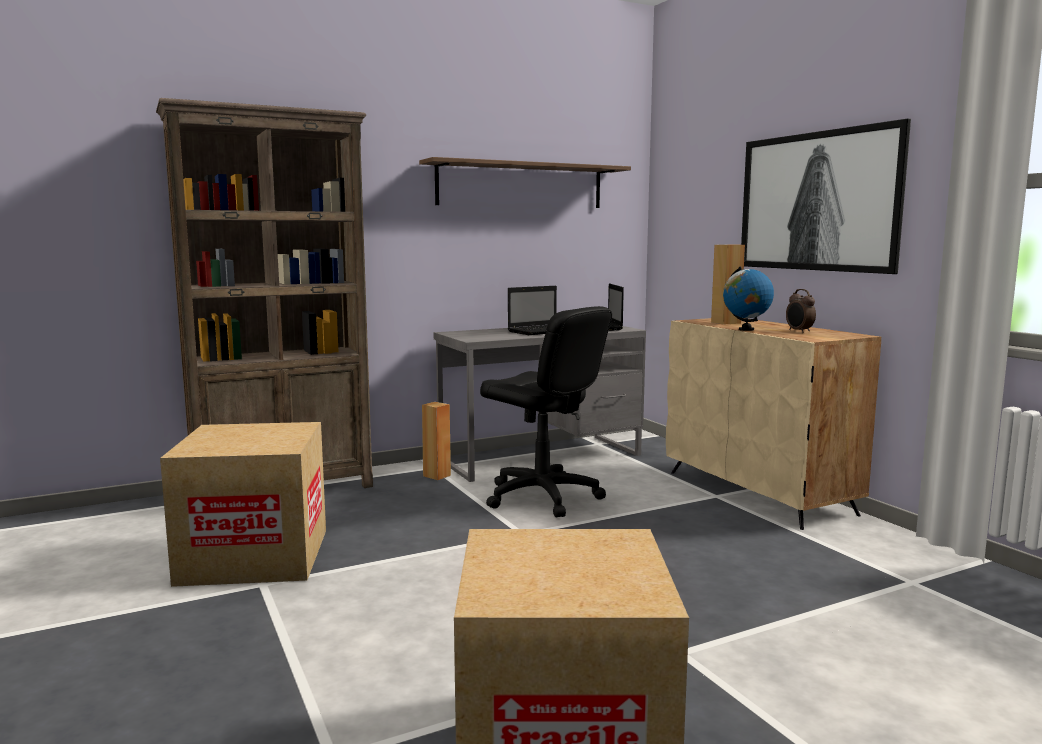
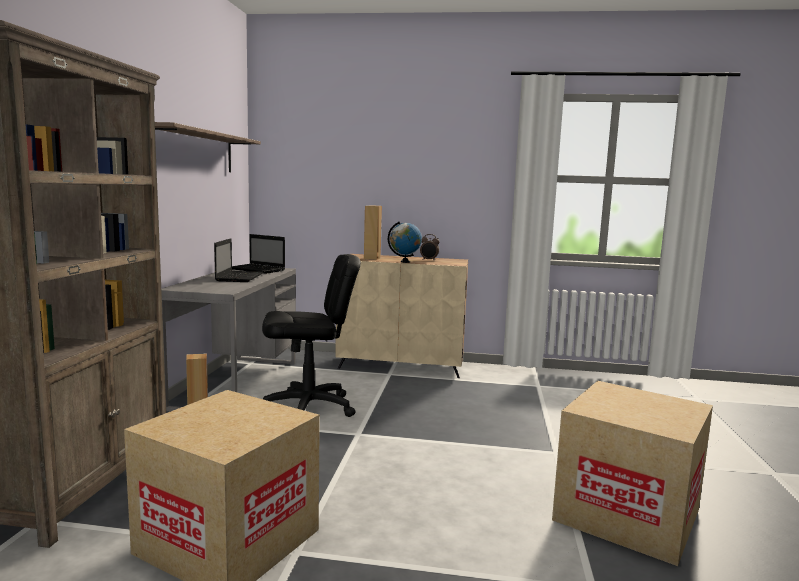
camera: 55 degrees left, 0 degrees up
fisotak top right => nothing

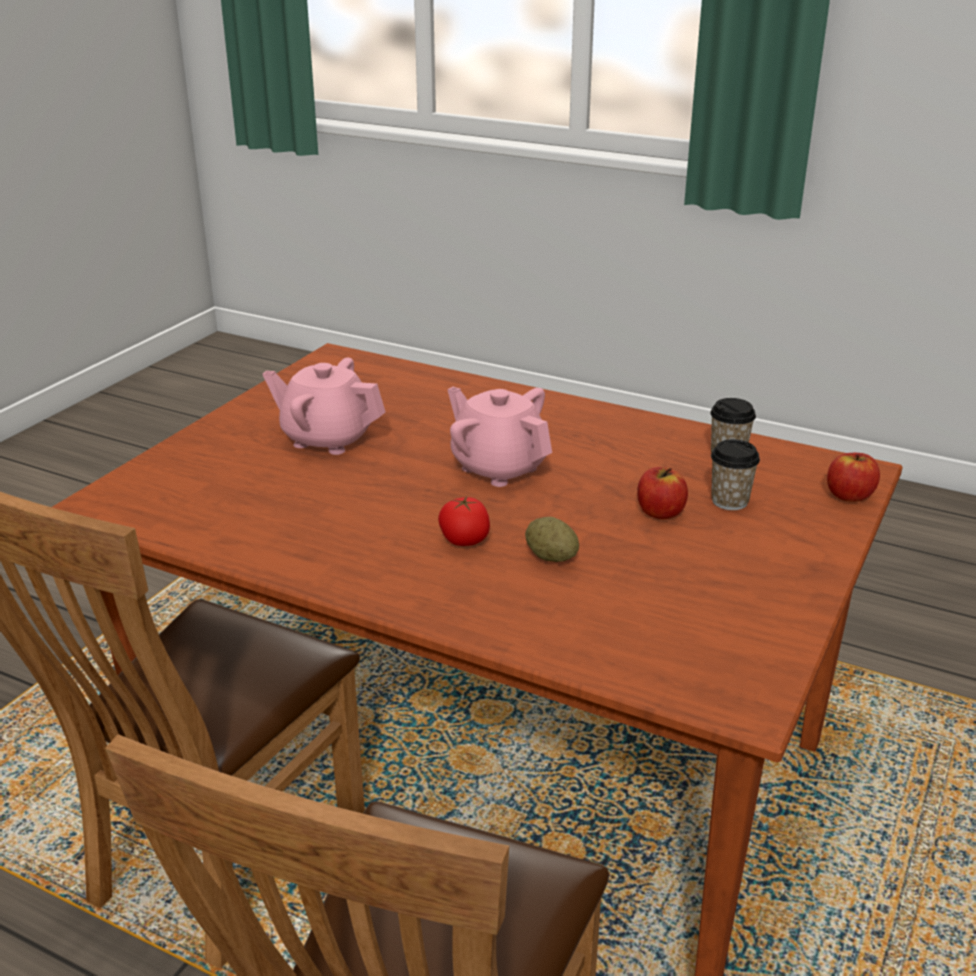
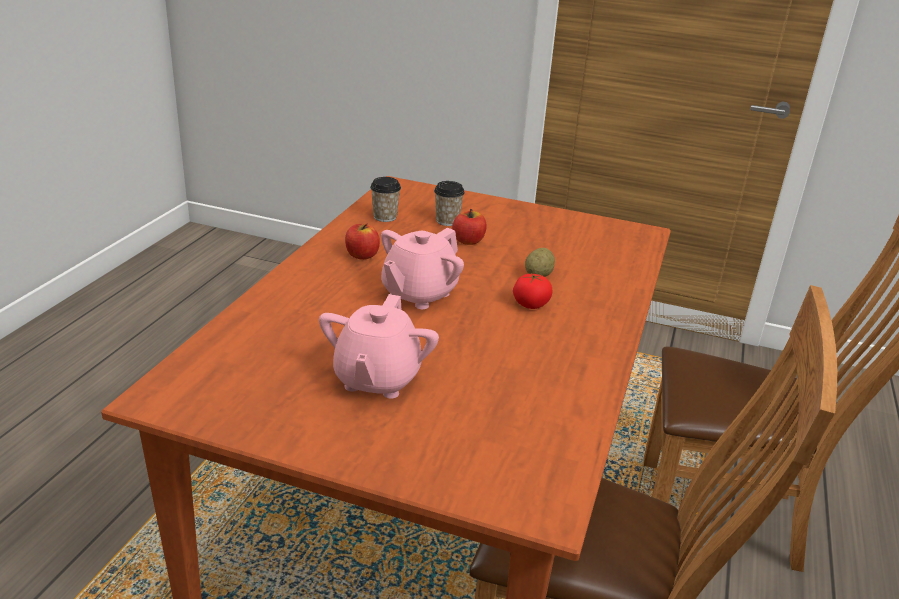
camera: 100 degrees left, 0 degrees up
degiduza (no. 2 from left in the first image) middle right => degiduza (no. 1 from left) centre, shifted

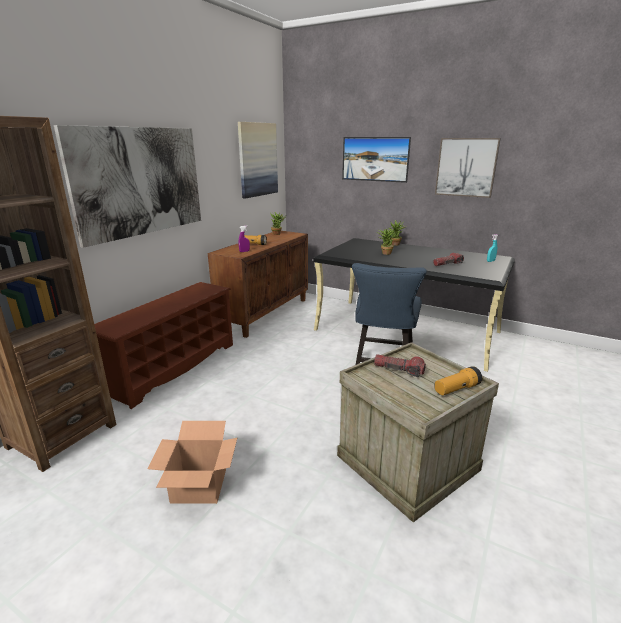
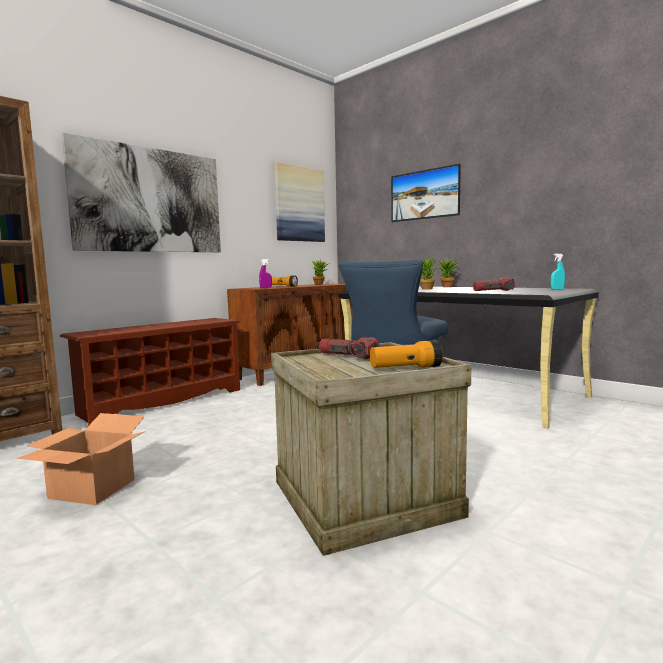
camera: 15 degrees right, 15 degrees down
fisotak (no. 4 from left) top right => nothing

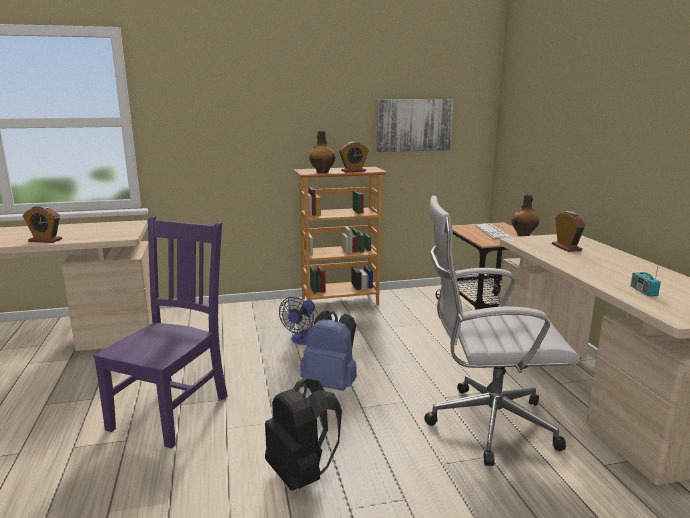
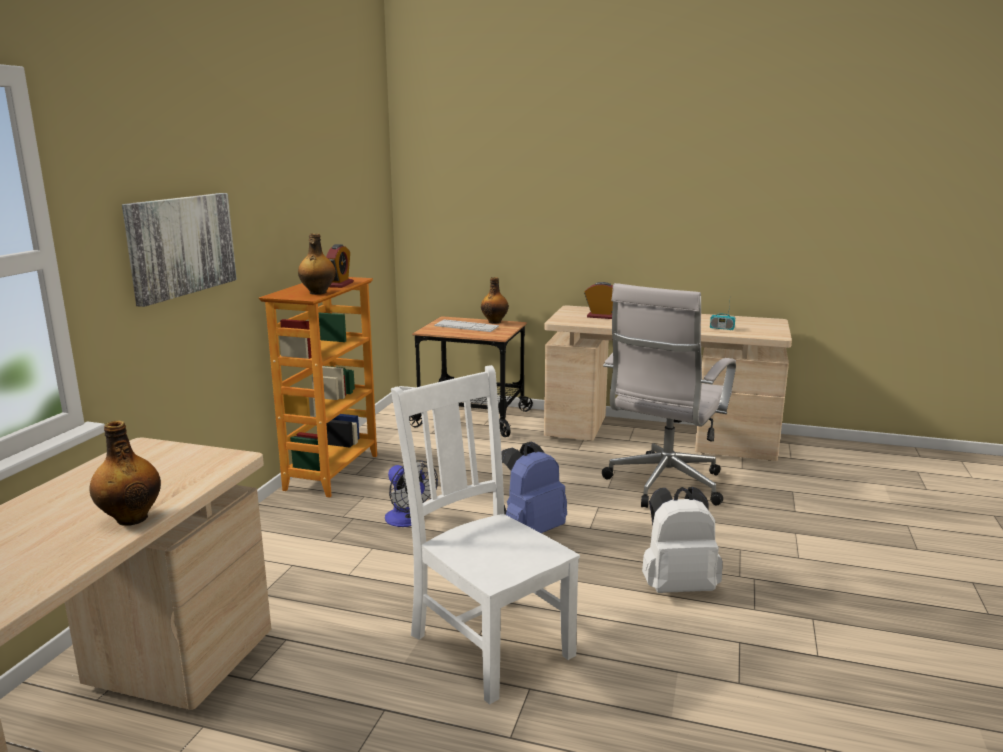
camera: 60 degrees left, 0 degrees up
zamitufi (no. 1 from left) middle left => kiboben (no. 1 from left) middle left
fisotak top centre => fisotak top left, shifted
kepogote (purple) middle left => kepogote (white) bottom centre
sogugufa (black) bottom centre => sogugufa (white) bottom right

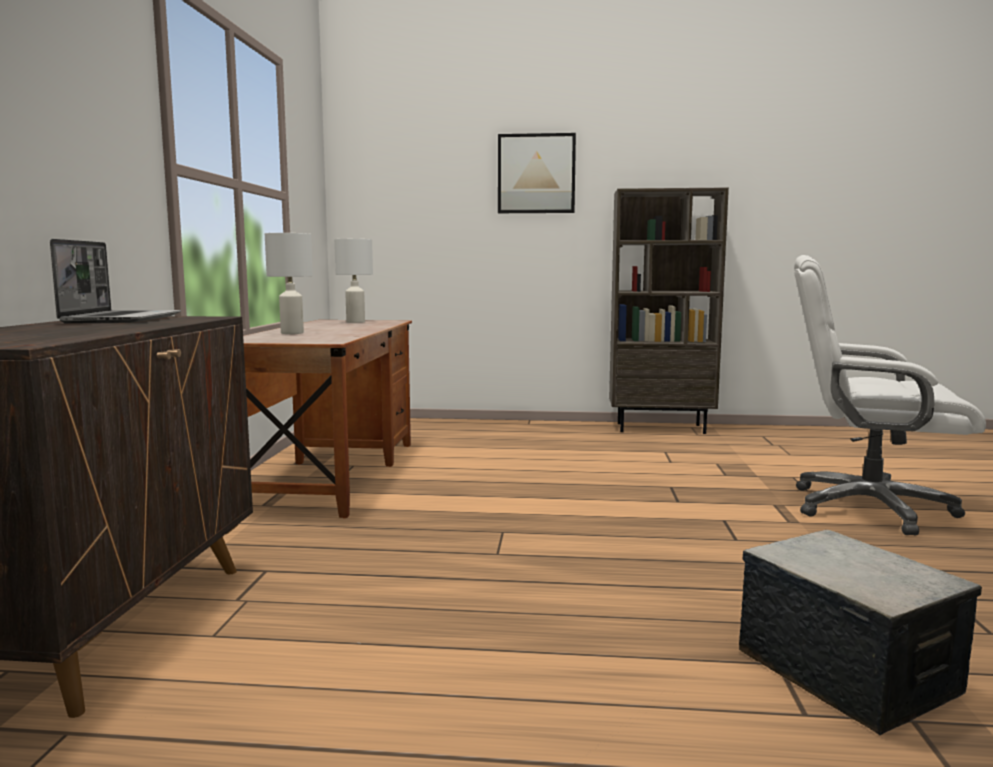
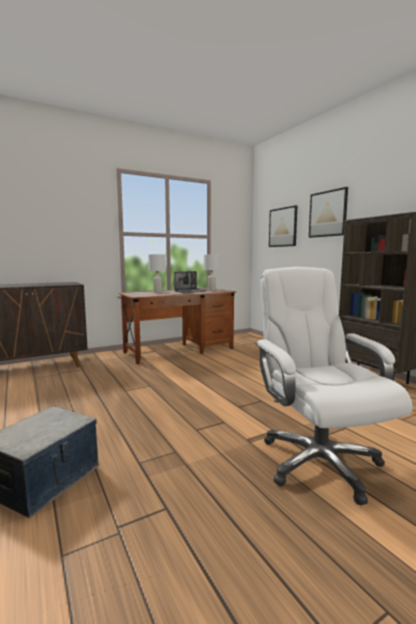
camera: 55 degrees right, 0 degrees up
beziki middle left => beziki centre, shifted
nothing => fisotak (no. 1 from left) middle right

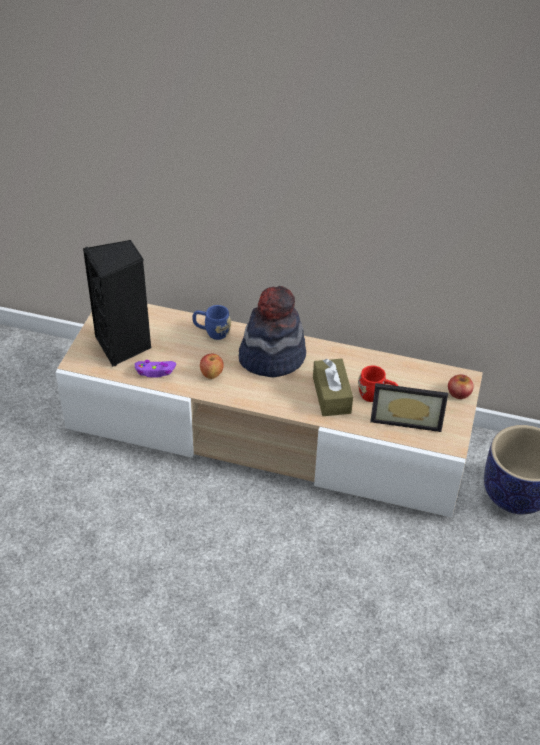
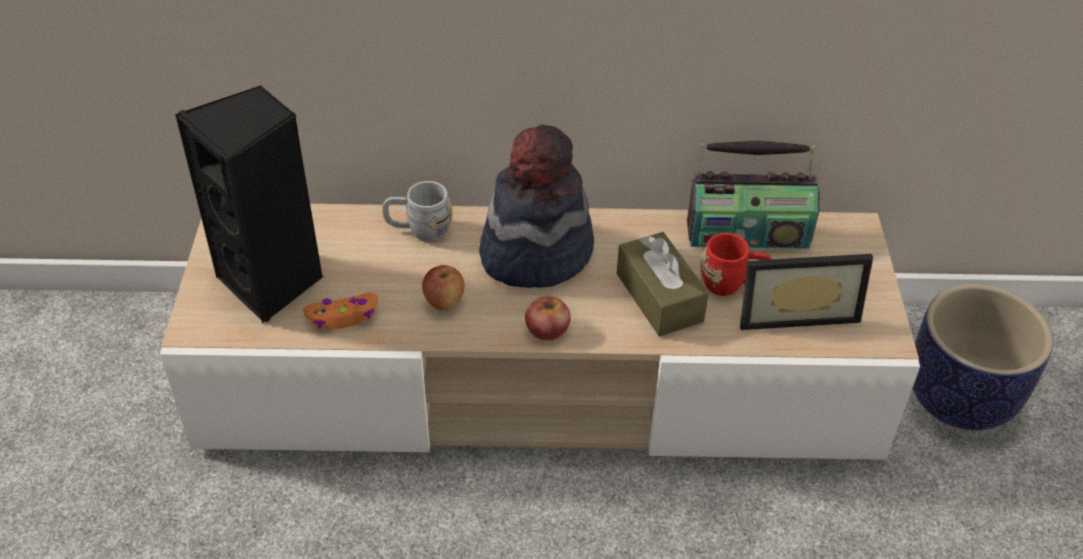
camera: 15 degrees left, 0 degrees up
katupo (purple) middle left => katupo (orange) middle left
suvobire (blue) centre => suvobire (grey) centre
degiduza (no. 2 from left) middle right => degiduza (no. 2 from left) centre, shifted
nothing => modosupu middle right

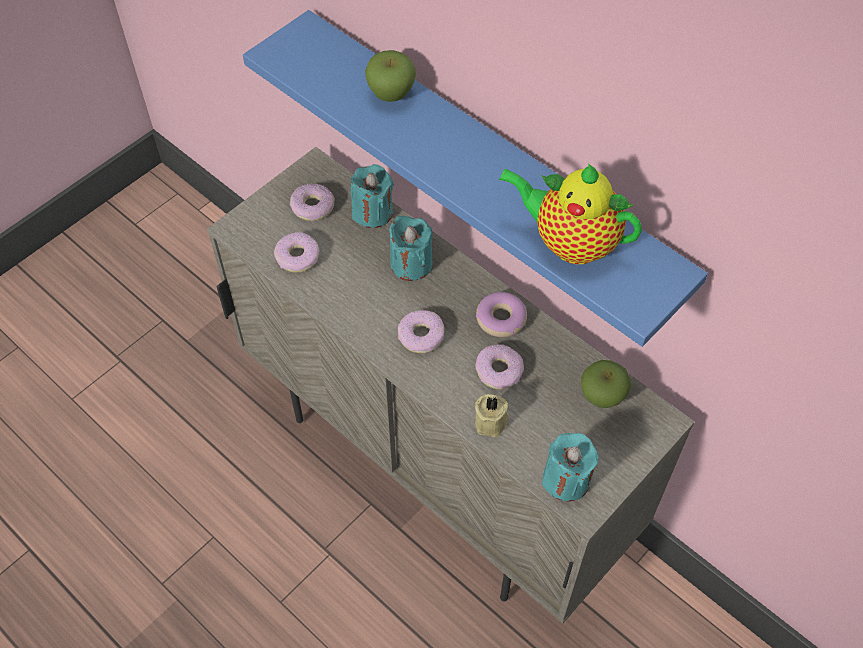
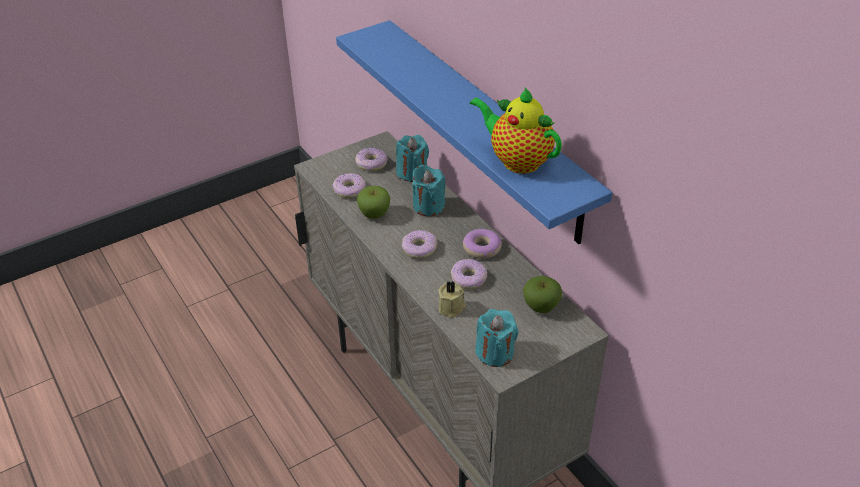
camera: 15 degrees right, 15 degrees down
degiduza (no. 1 from left) top centre => degiduza (no. 1 from left) centre, shifted

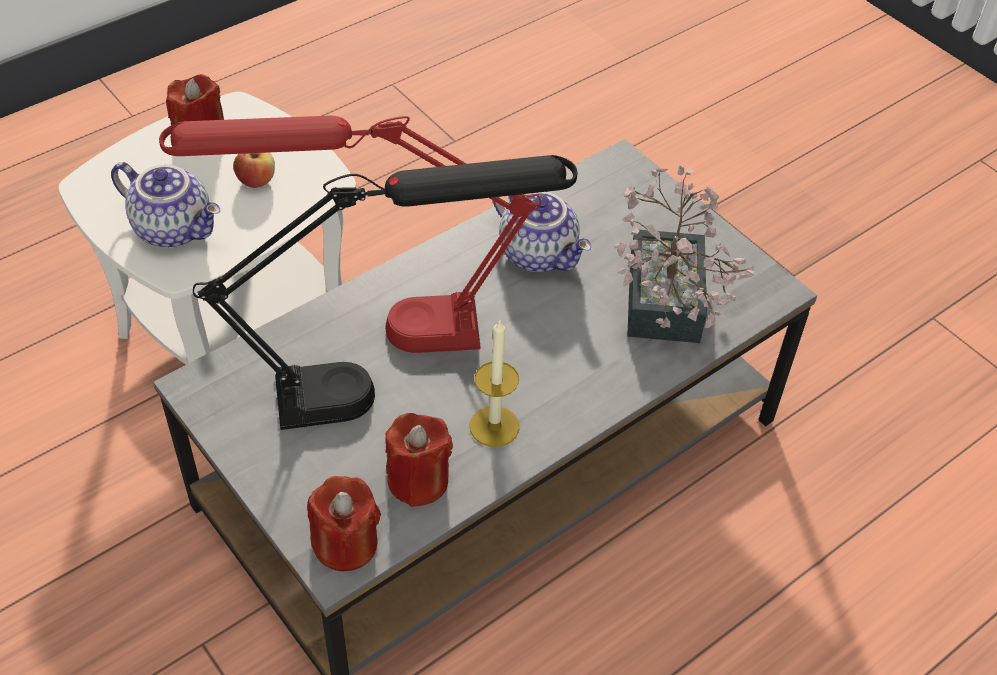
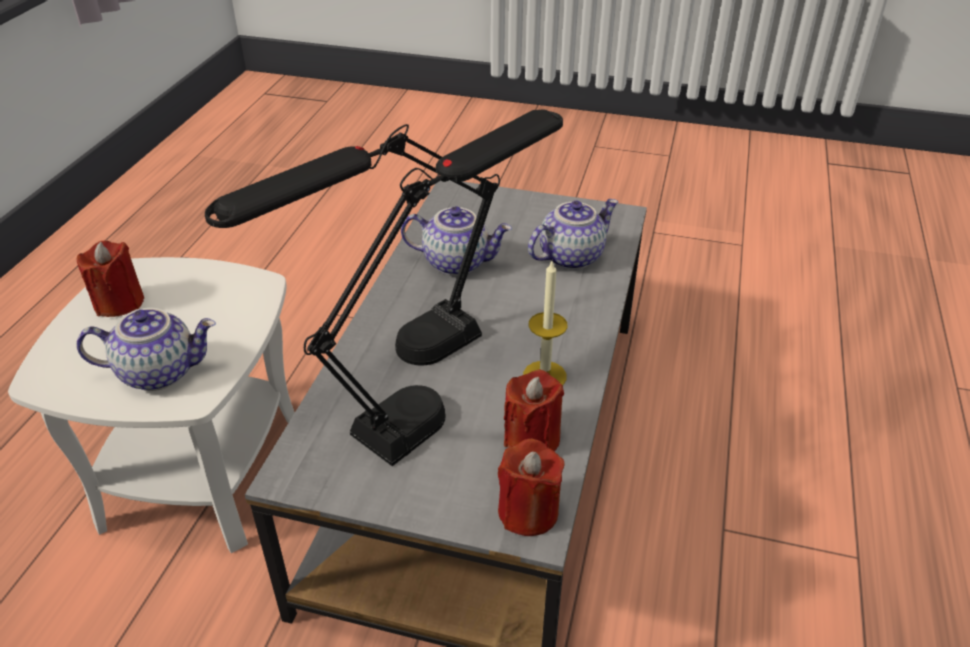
camera: 35 degrees left, 10 degrees down
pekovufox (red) centre => pekovufox (black) (no. 1 from left) centre
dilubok middle right => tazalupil (no. 3 from left) centre
degiduza top left => nothing

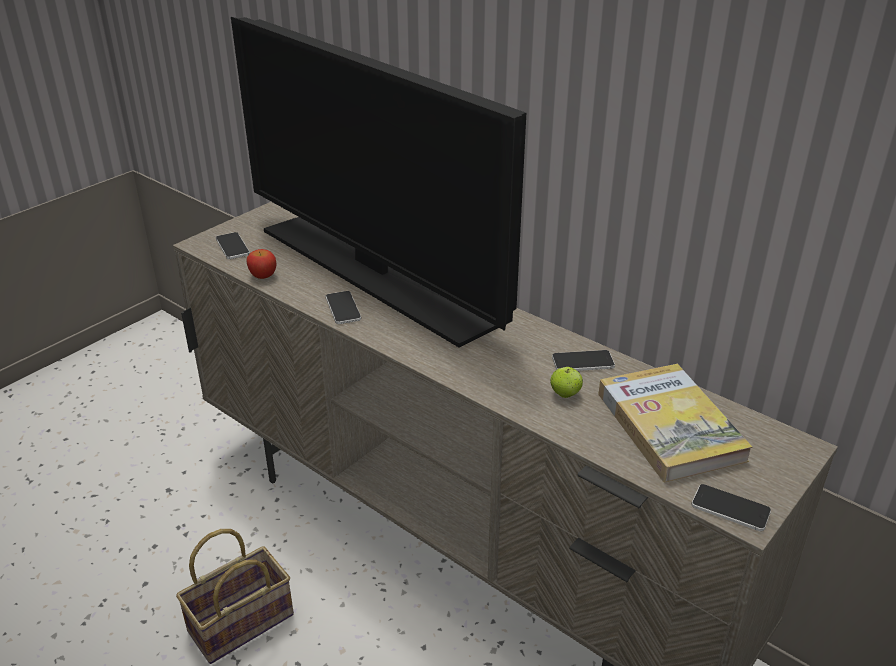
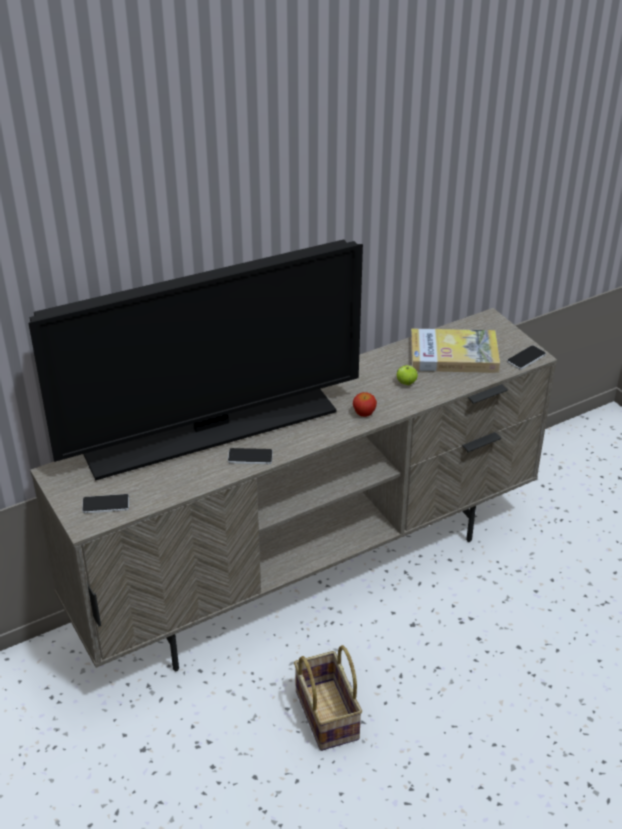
camera: 70 degrees left, 5 degrees up
degiduza (no. 1 from left) middle left => degiduza (no. 1 from left) centre, shifted
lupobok (no. 3 from left) centre => nothing

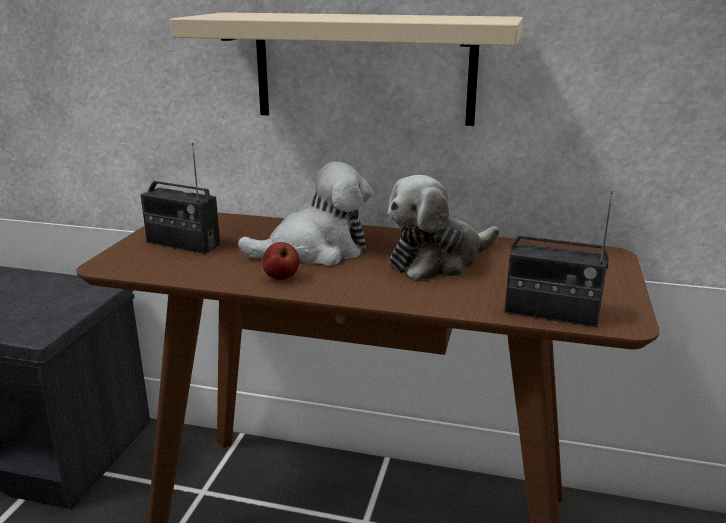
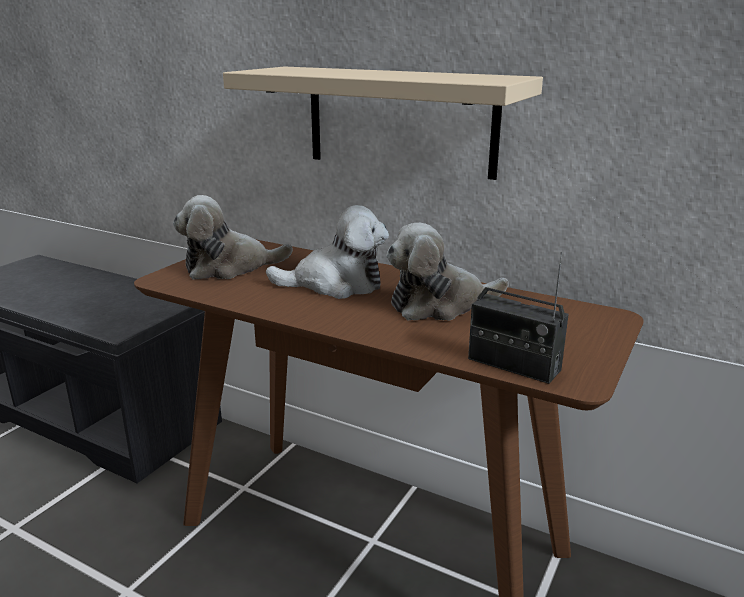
camera: 15 degrees right, 0 degrees up
modosupu (no. 1 from left) middle left => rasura (no. 1 from left) middle left
degiduza centre => nothing

